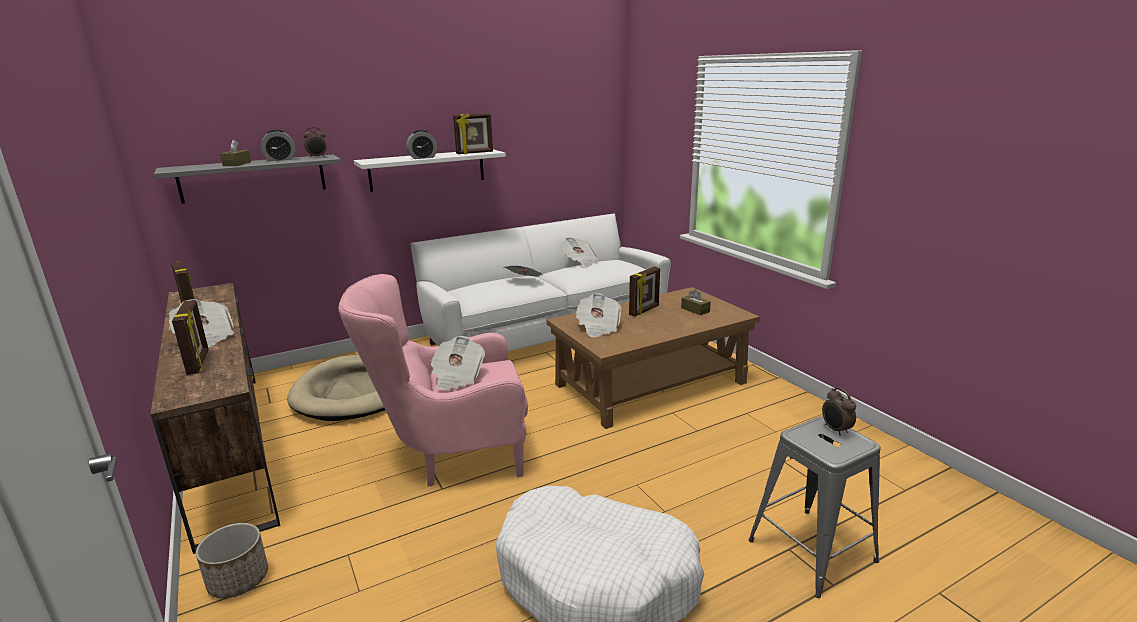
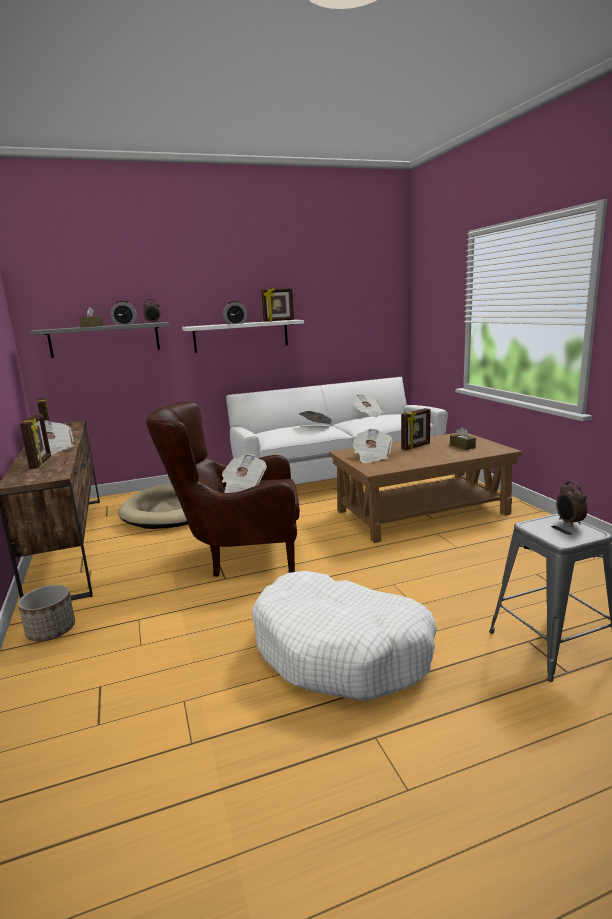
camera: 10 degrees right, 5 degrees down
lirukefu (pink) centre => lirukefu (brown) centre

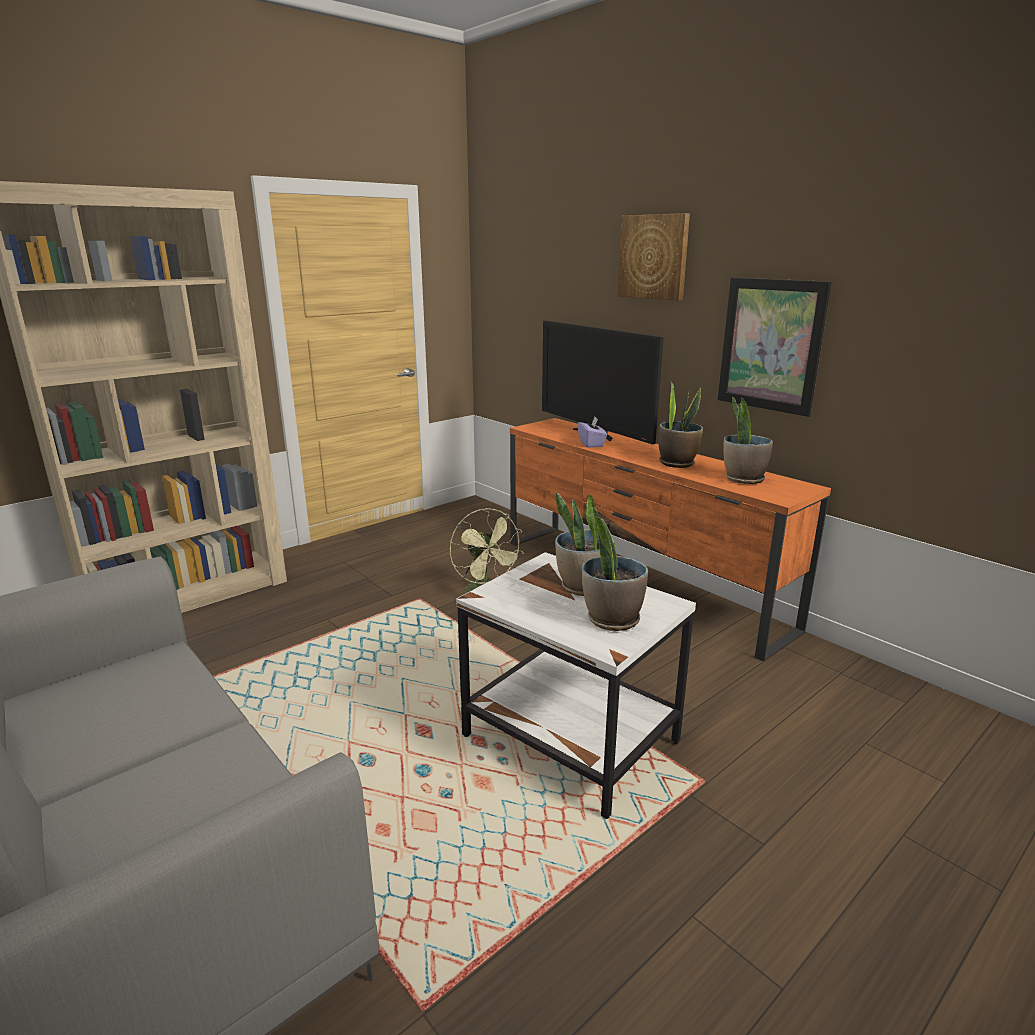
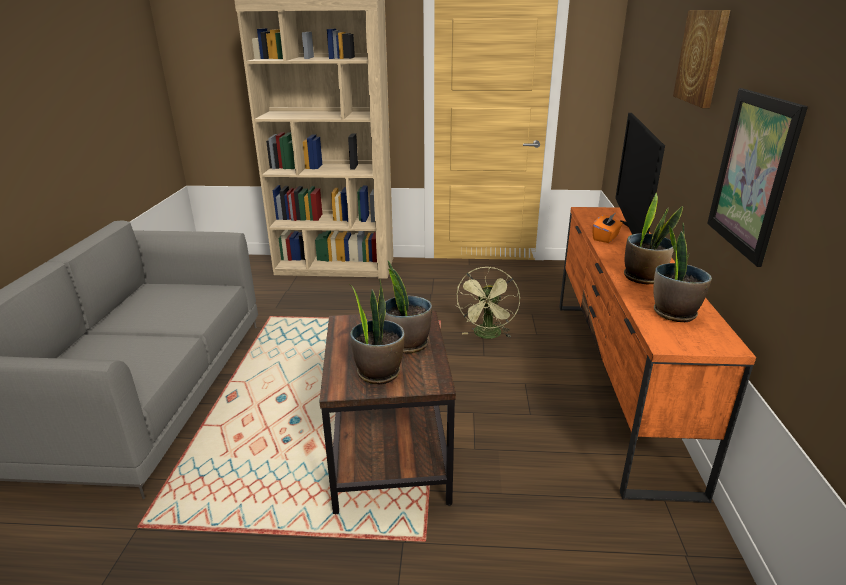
camera: 45 degrees right, 5 degrees up
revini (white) centre => revini (brown) bottom centre
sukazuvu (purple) centre => sukazuvu (orange) middle right

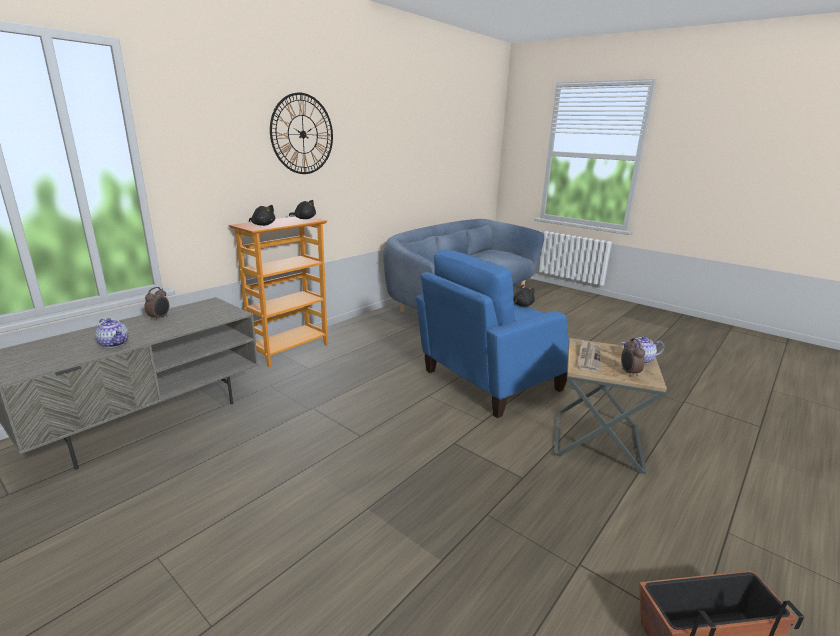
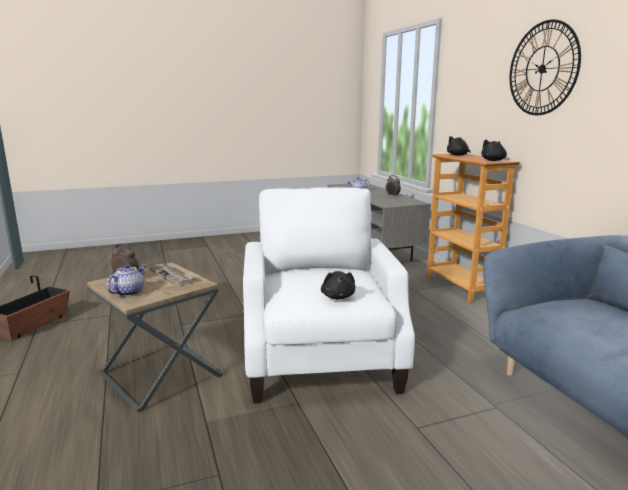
camera: 120 degrees right, 5 degrees down
lirukefu (blue) centre => lirukefu (white) centre

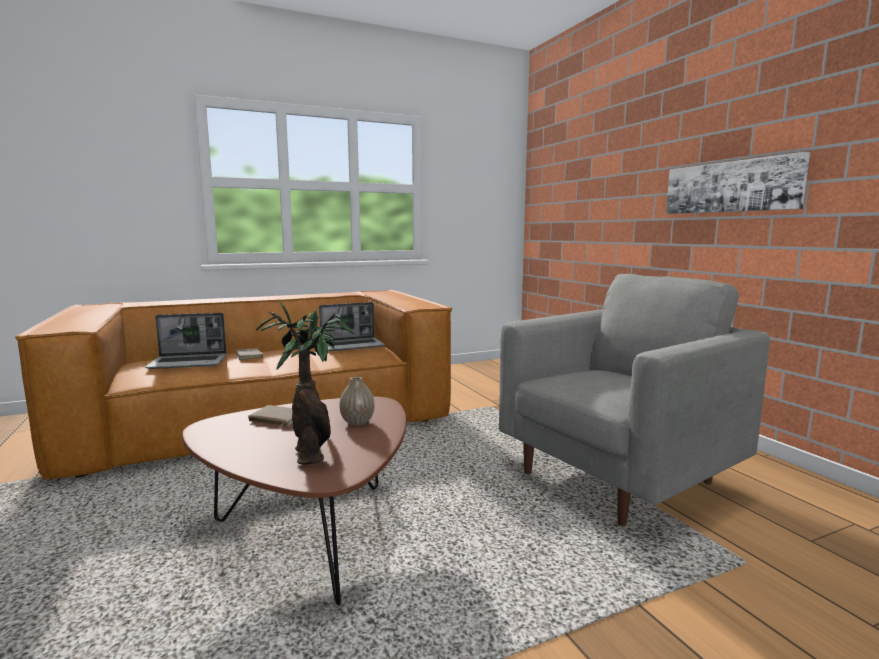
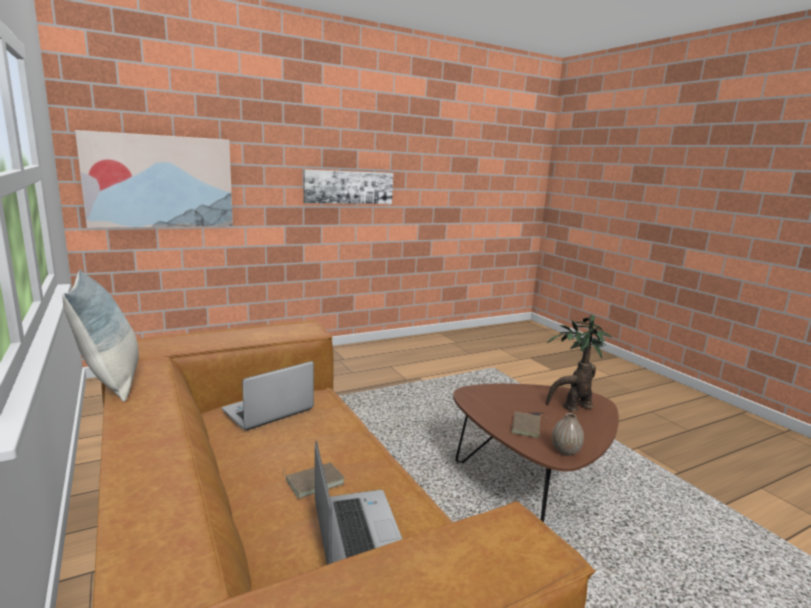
camera: 95 degrees left, 5 degrees up
nothing => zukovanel middle left
nothing => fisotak (no. 1 from left) top left
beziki (no. 2 from left in the first image) centre => beziki (no. 1 from left) middle left, 105 degrees counterclockwise
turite centre => turite bottom right, shifted
lirukefu (grey) middle right => nothing

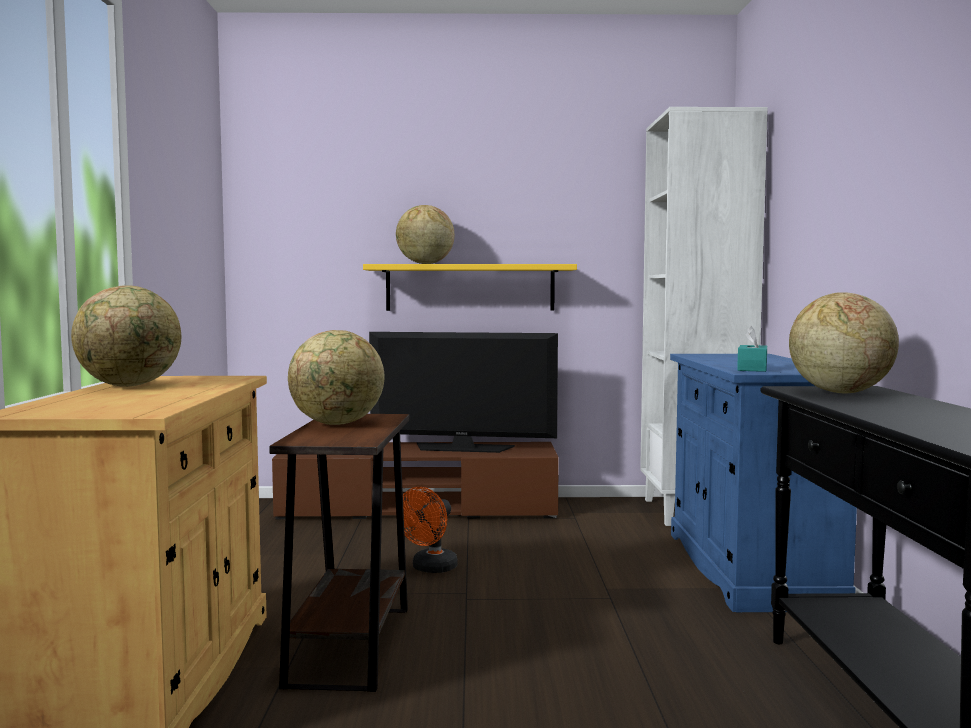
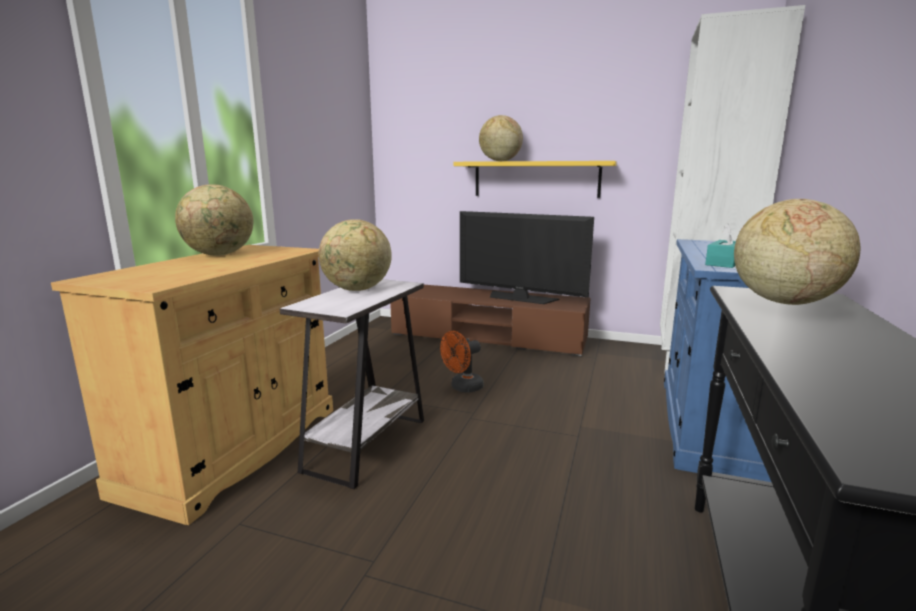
camera: 20 degrees right, 10 degrees up
revini (brown) bottom centre => revini (white) centre

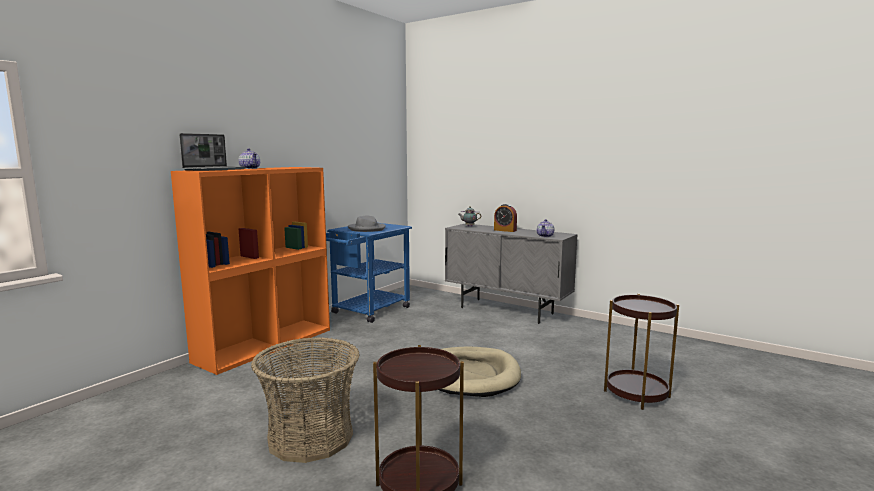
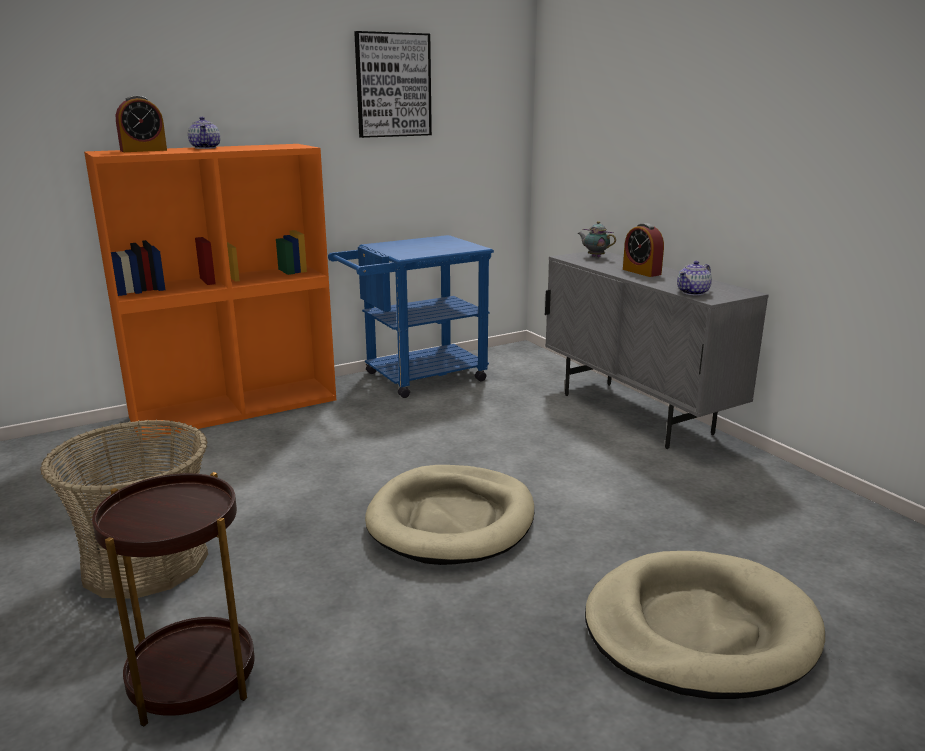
camera: 25 degrees right, 10 degrees up
beziki top left => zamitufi (no. 1 from left) top left
nothing => fisotak top centre
revini (brown) (no. 2 from left) bottom right => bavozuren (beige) (no. 2 from left) bottom right
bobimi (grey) centre => nothing

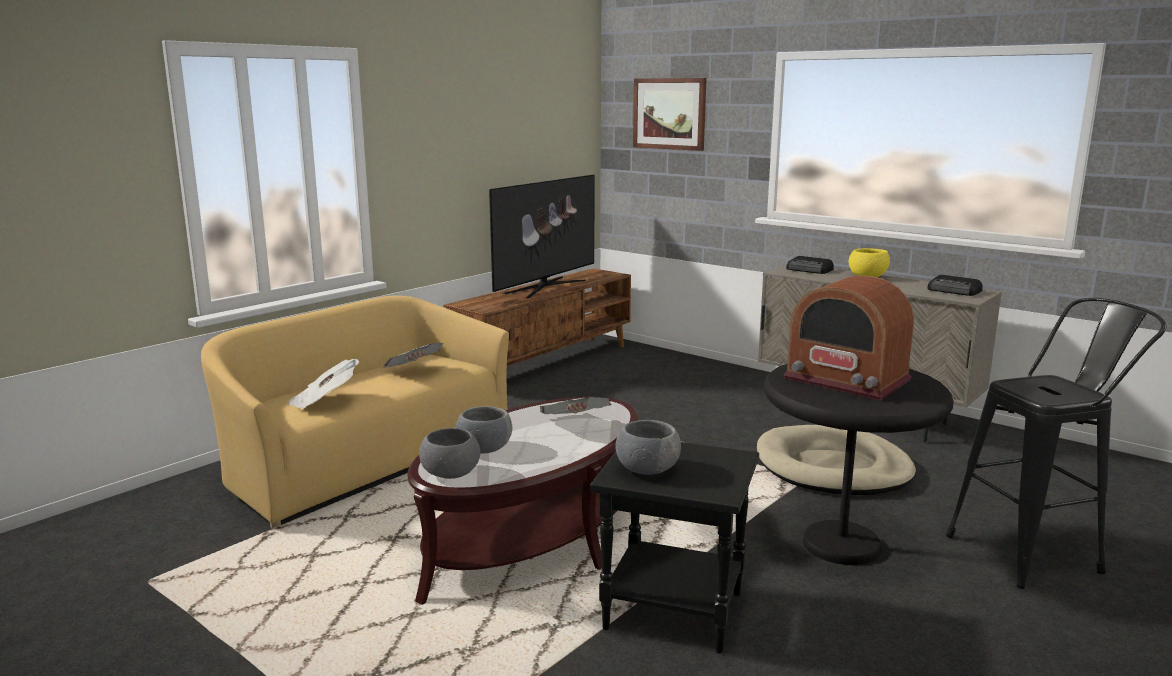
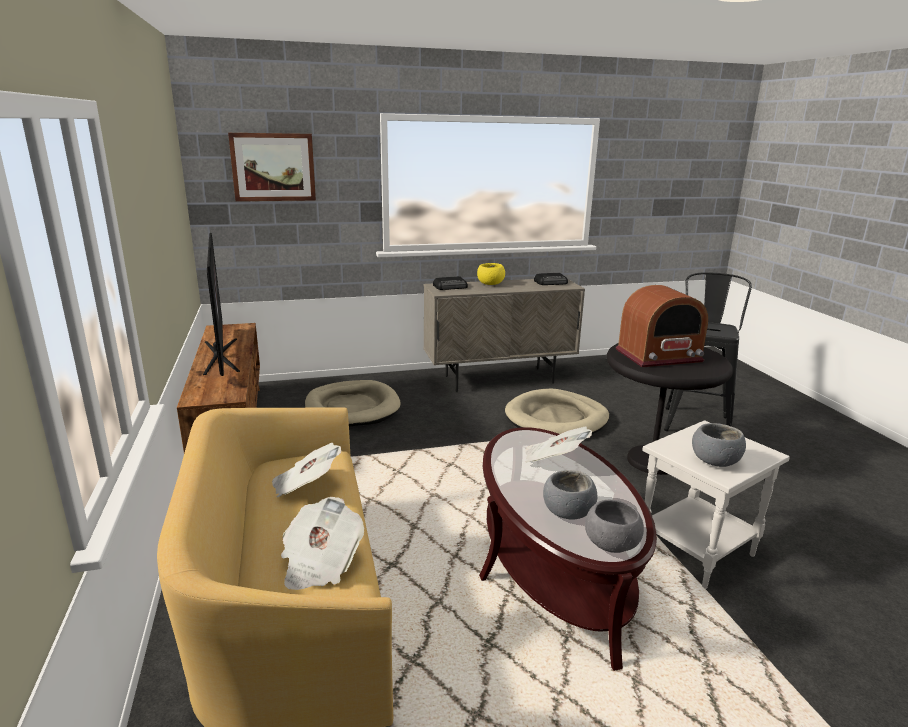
camera: 55 degrees left, 5 degrees up
nothing => bavozuren (beige) (no. 1 from left) centre
revini (black) (no. 1 from left) bottom centre => revini (white) bottom right

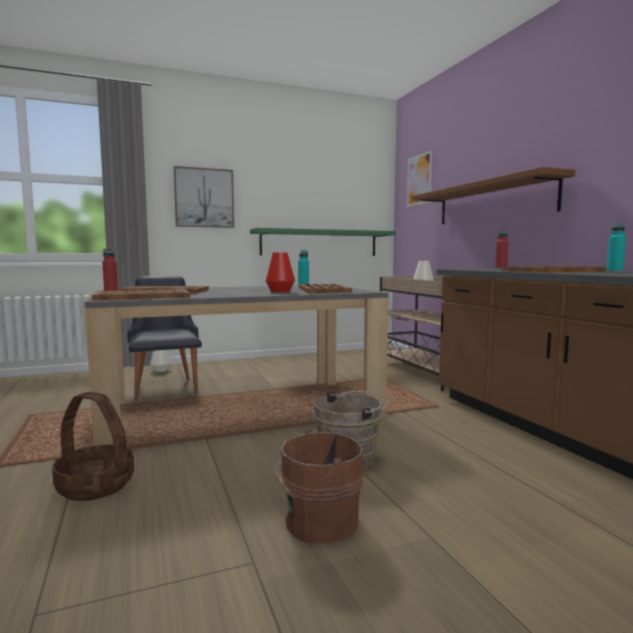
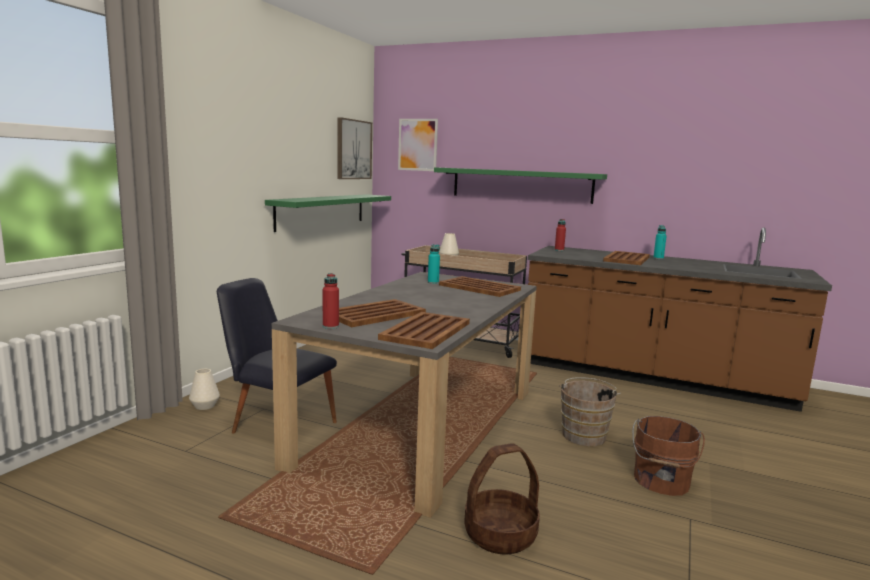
camera: 45 degrees left, 5 degrees up
fisotak (no. 1 from left) top left => fisotak (no. 1 from left) top centre, shifted
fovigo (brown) top right => fovigo (green) (no. 2 from left) top centre
turite (red) centre => nothing

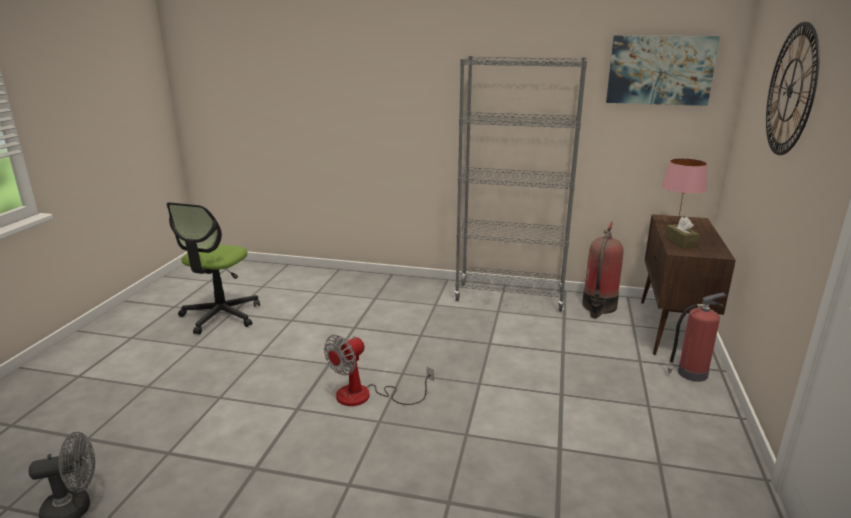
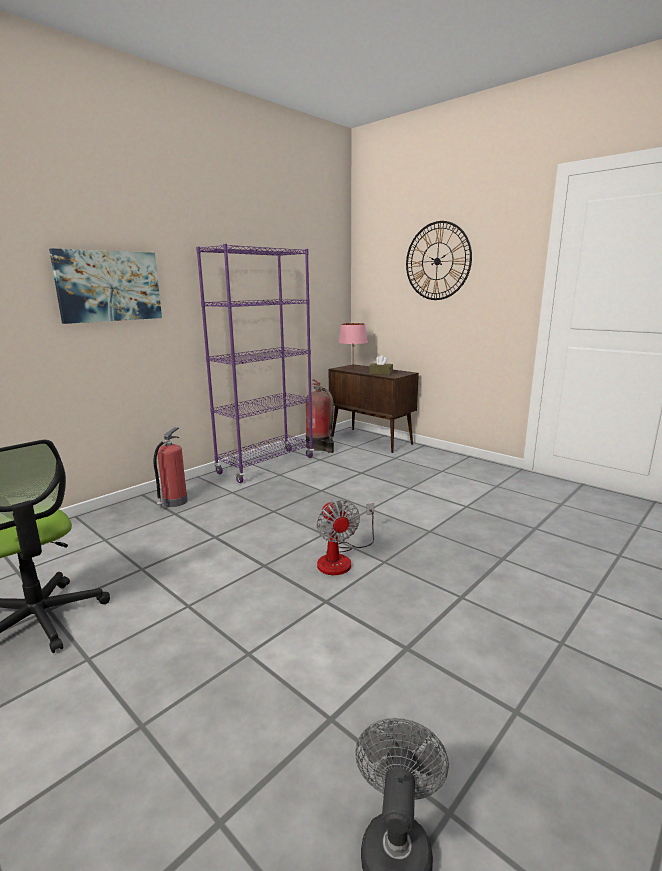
camera: 60 degrees left, 5 degrees down
fisotak top right => fisotak top left, shifted
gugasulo (no. 2 from left in the first image) middle right => gugasulo (no. 1 from left) middle left, shifted
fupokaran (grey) centre => fupokaran (purple) centre

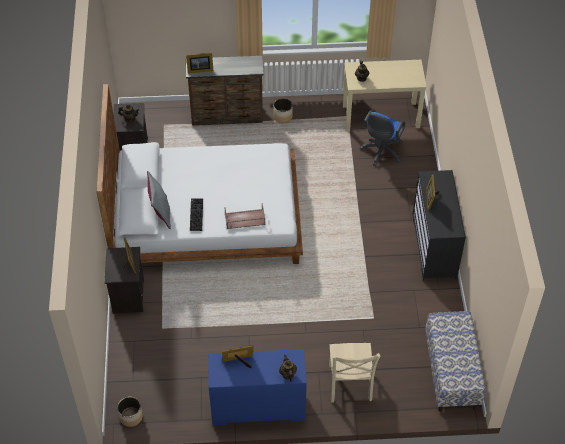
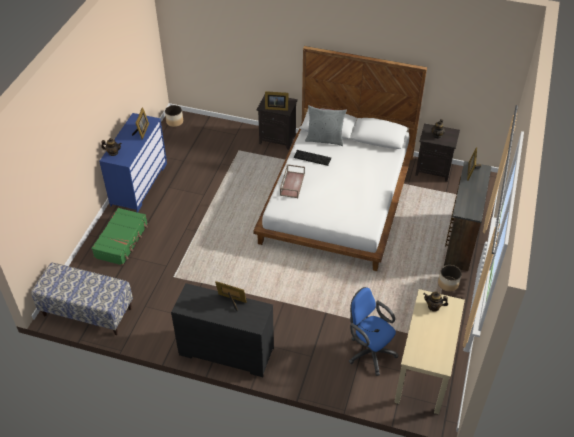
camera: 110 degrees right, 5 degrees down
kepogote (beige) bottom centre => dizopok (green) middle left

